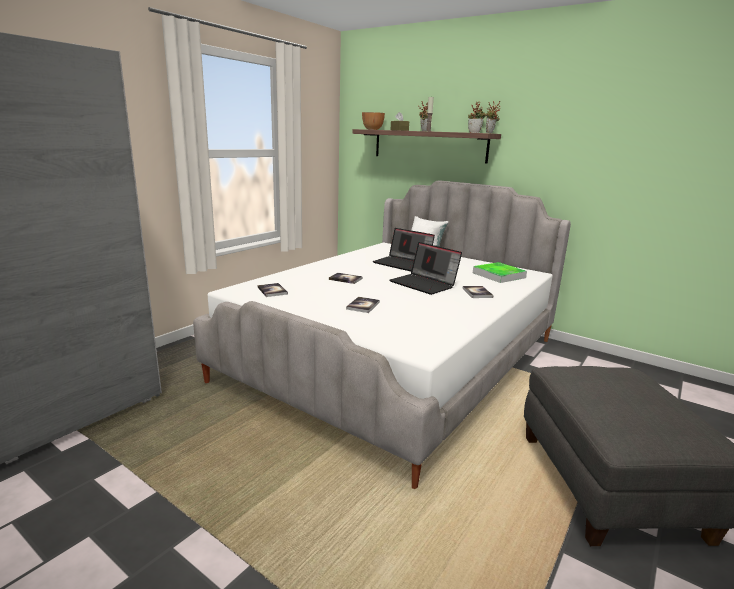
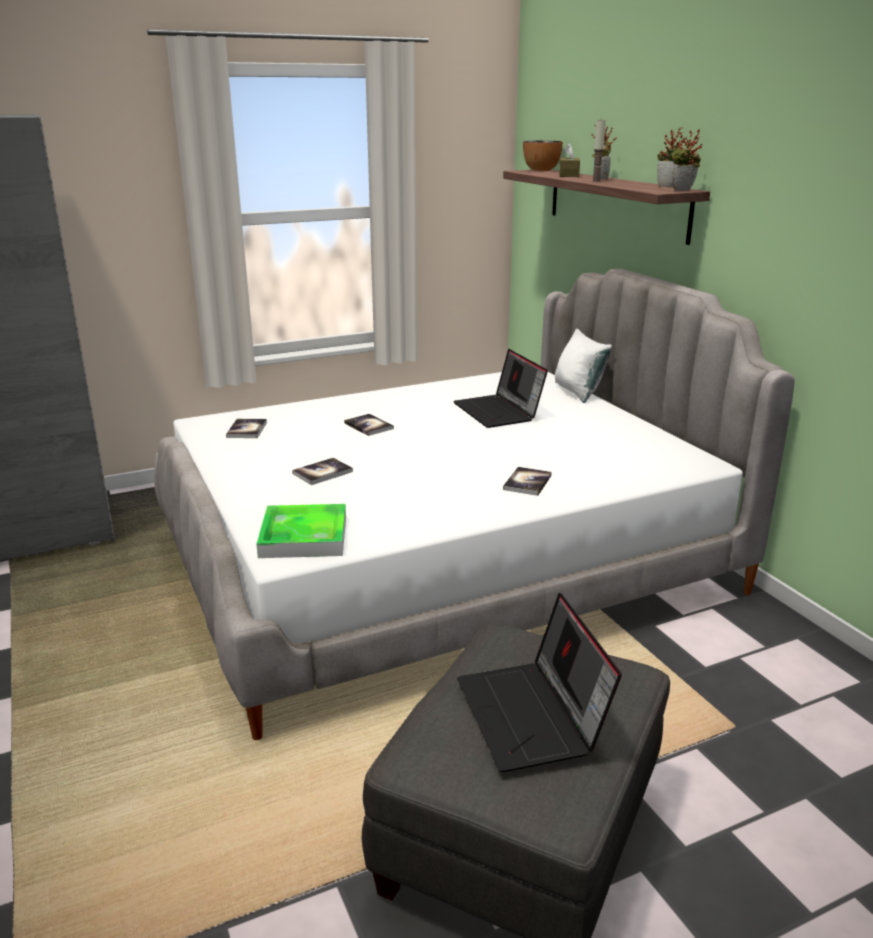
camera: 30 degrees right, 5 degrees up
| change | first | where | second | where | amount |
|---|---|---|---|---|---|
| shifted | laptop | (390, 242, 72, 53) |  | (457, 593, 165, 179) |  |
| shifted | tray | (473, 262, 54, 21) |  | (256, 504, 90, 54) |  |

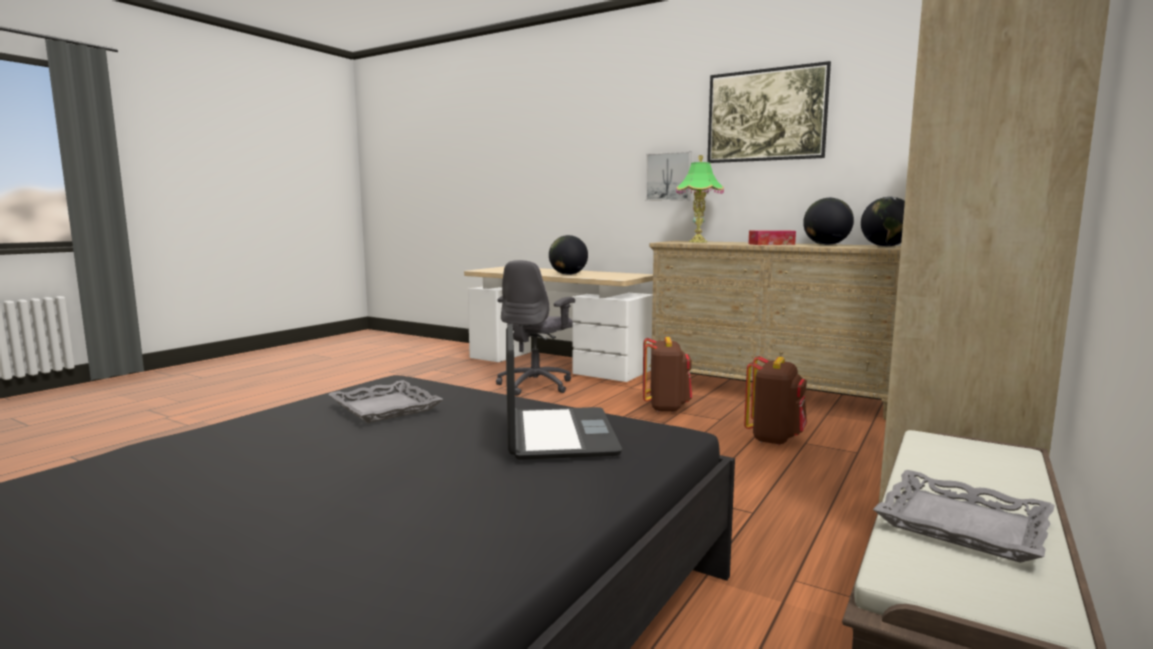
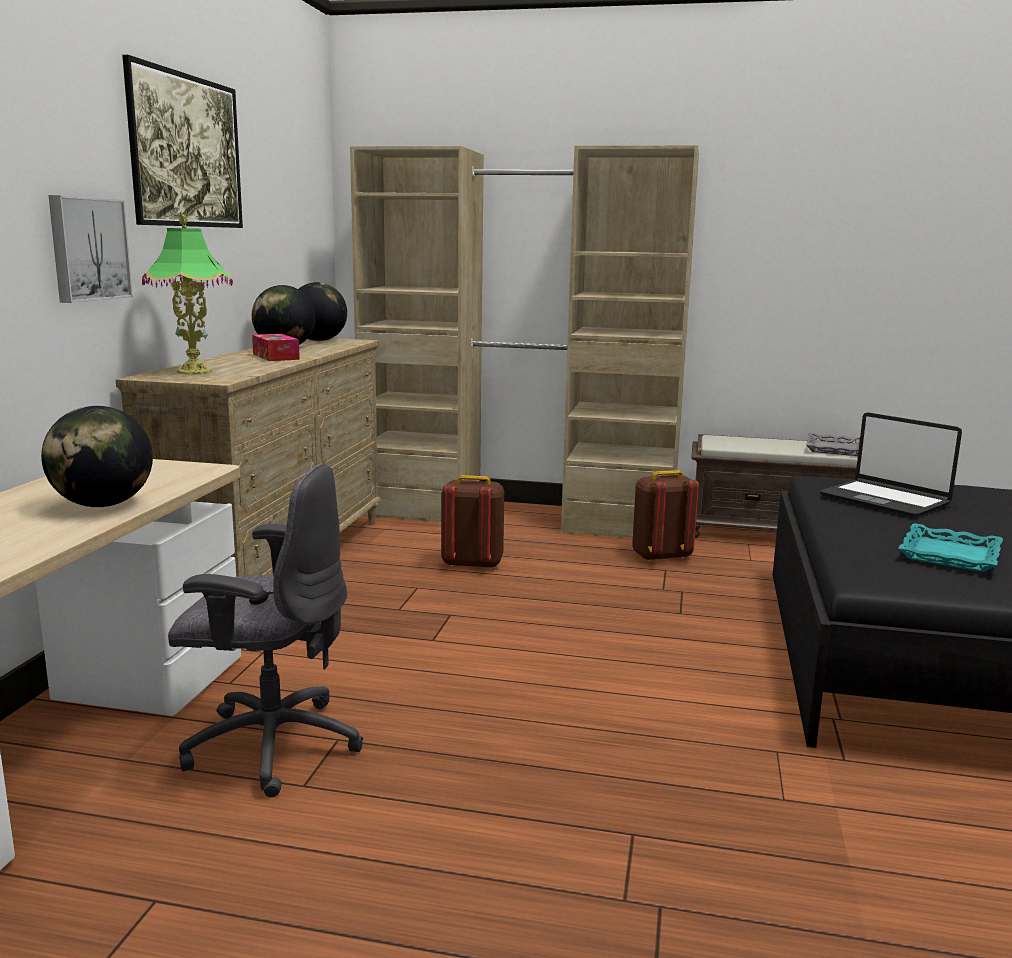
camera: 110 degrees left, 5 degrees up
| change | first | where | second | where | amount |
|---|---|---|---|---|---|
| repainted | grey tray | (328, 380, 115, 43) | turquoise tray | (899, 523, 104, 49) |  |
| rotated | laptop | (506, 324, 116, 136) |  | (820, 412, 142, 105) | 105 degrees counterclockwise |
| shifted | brown backpack | (643, 337, 49, 75) |  | (632, 470, 67, 91) |  |

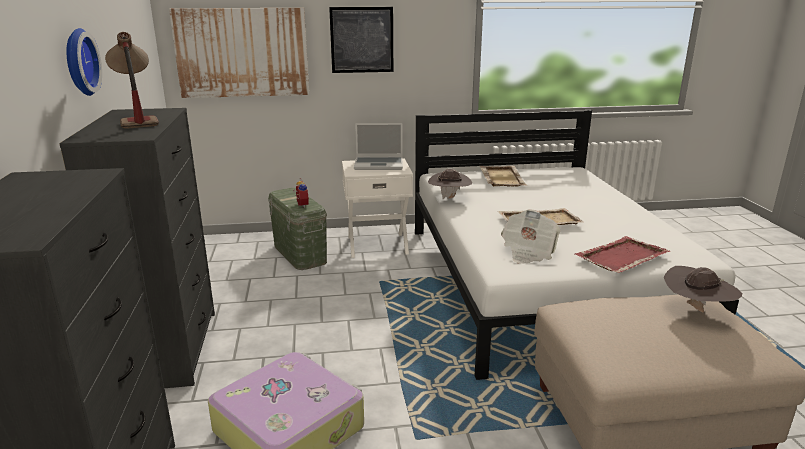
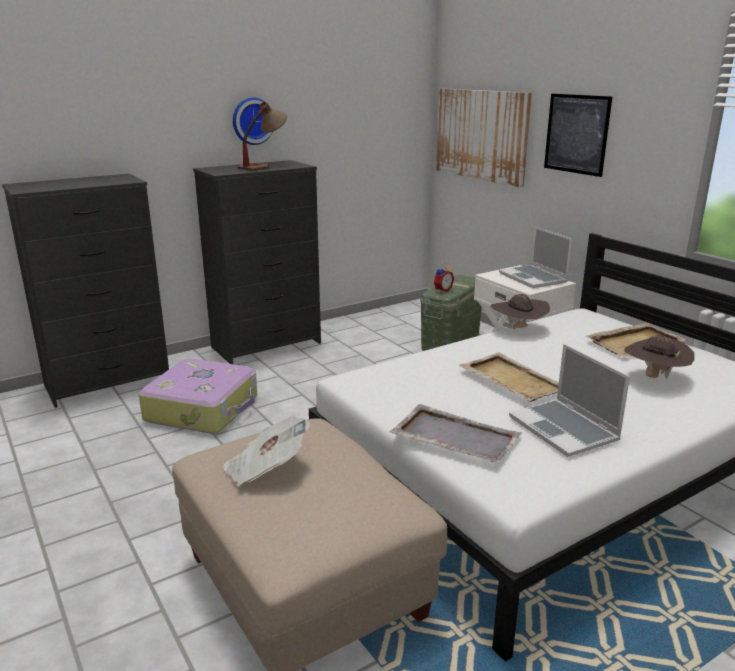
camera: 65 degrees right, 0 degrees up
| change | first | where | second | where | amount |
|---|---|---|---|---|---|
| shifted | newspaper | (501, 209, 59, 55) |  | (223, 416, 87, 71) |  |
| repainted | red tray | (575, 236, 95, 37) | grey tray | (389, 404, 133, 59) |  |
| shifted | brown hat | (664, 266, 78, 47) |  | (624, 335, 71, 44) |  |
| new |  |  | laptop | (509, 344, 121, 113) |  |

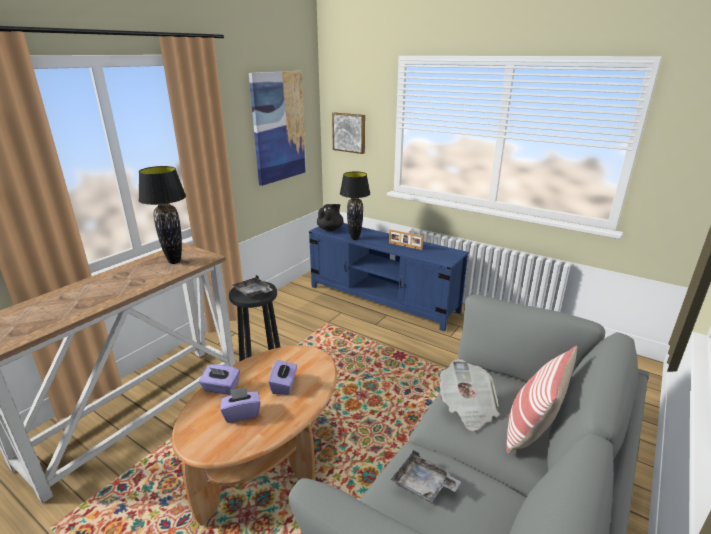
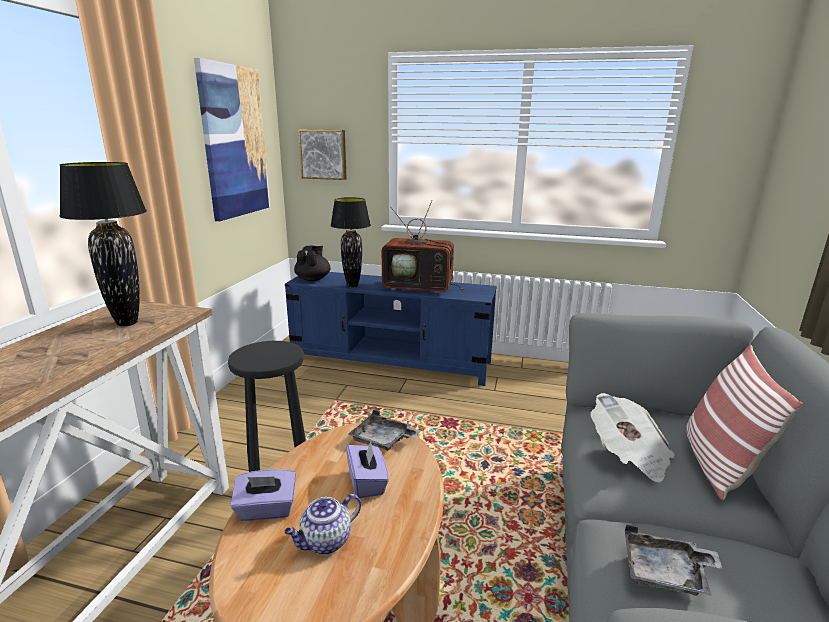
camera: 20 degrees left, 5 degrees down
| change | first | where | second | where | amount |
|---|---|---|---|---|---|
| swapped | purple tissue box | (221, 387, 40, 36) | teapot | (284, 494, 77, 60) |  |
| shifted | grey tray | (233, 275, 40, 22) |  | (348, 410, 73, 41) |  |
| swapped | picture frame | (389, 229, 34, 21) | television | (382, 200, 82, 94) |  |

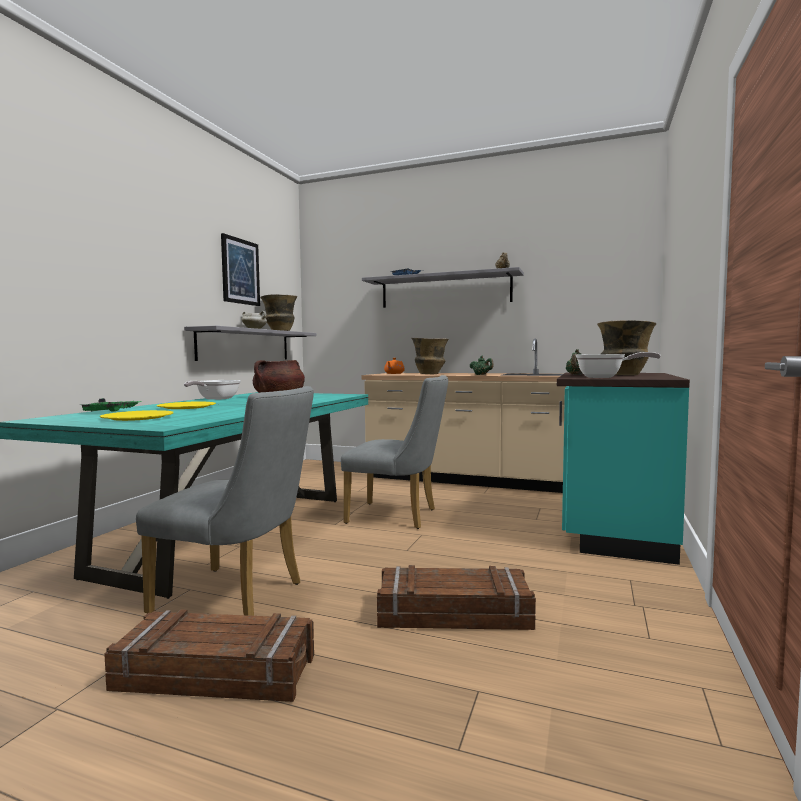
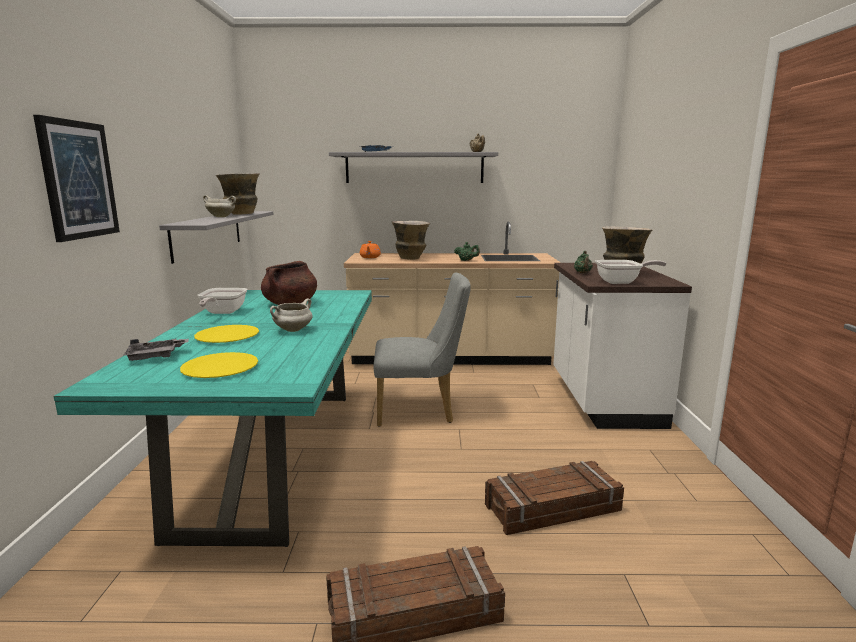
camera: 20 degrees left, 10 degrees up
| change | first | where | second | where | amount |
|---|---|---|---|---|---|
| repainted | green tray | (80, 398, 62, 13) | grey tray | (123, 339, 66, 22) |  |
| gone | grey chair | (136, 386, 178, 230) |  |  |  |
| shifted | picture | (221, 233, 39, 73) |  | (33, 115, 87, 127) |  |
| repainted | turquoise counter | (557, 373, 133, 192) | white counter | (553, 263, 139, 166) |  |
| new |  |  | white cooking pot | (270, 298, 43, 34) |  |

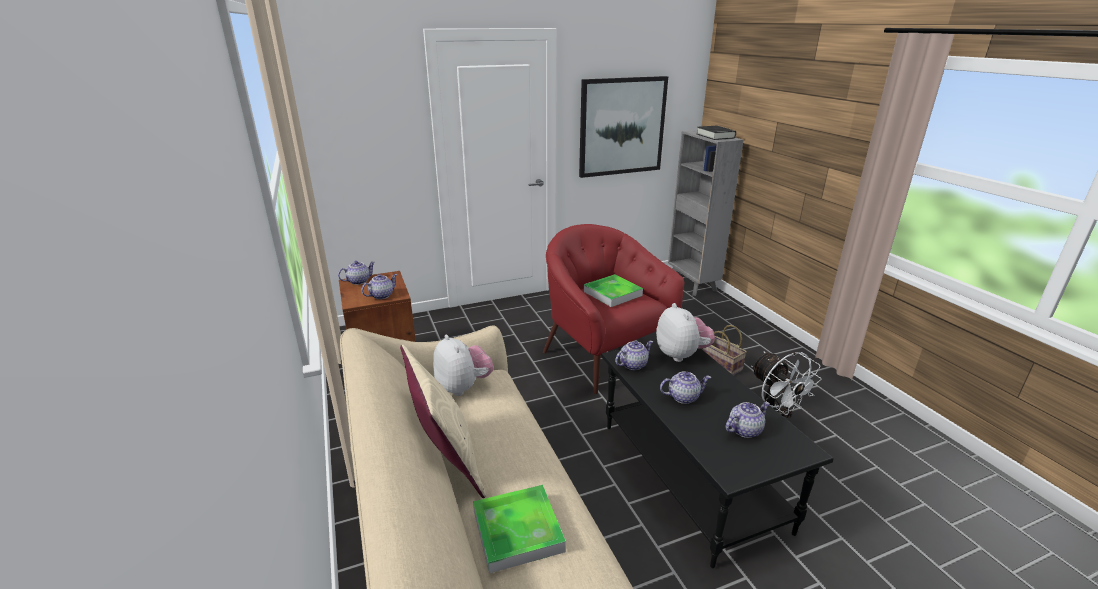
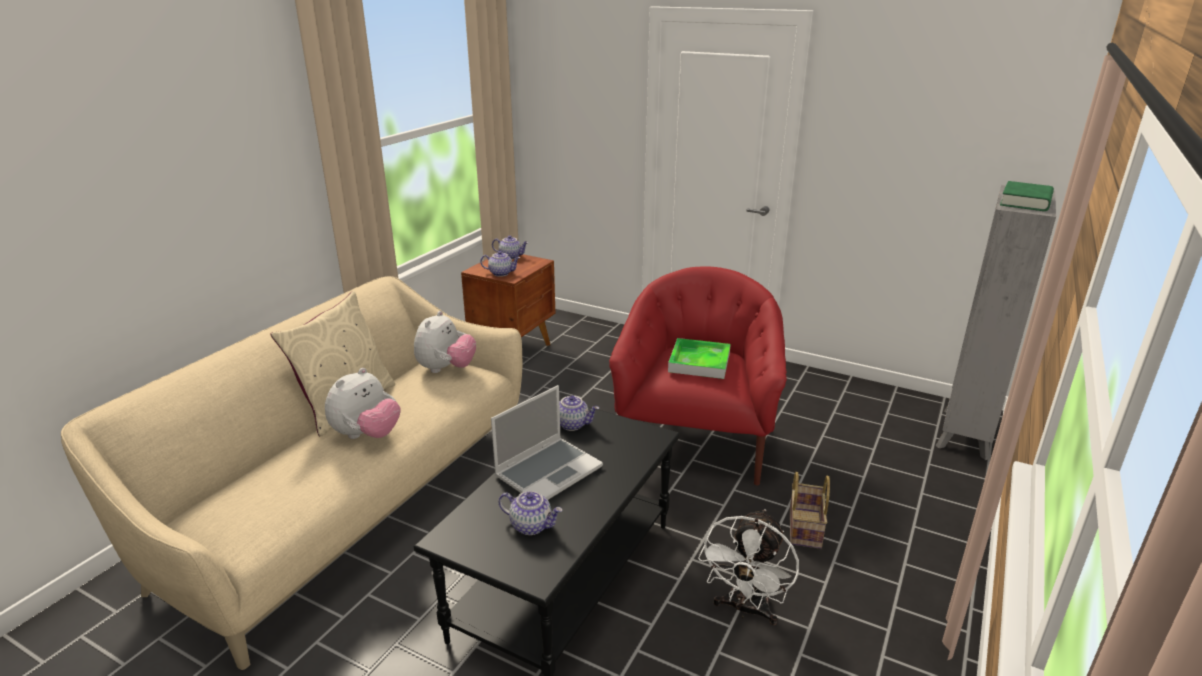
camera: 50 degrees right, 0 degrees up
| change | first | where | second | where | amount |
|---|---|---|---|---|---|
| gone | tray | (473, 485, 93, 88) |  |  |  |
| gone | picture | (579, 76, 89, 102) |  |  |  |
| shifted | plush toy | (656, 303, 59, 59) |  | (325, 368, 75, 71) |  |
| swapped | teapot | (660, 371, 51, 33) | laptop | (491, 385, 112, 115) |  |
| repainted | black book | (697, 126, 39, 14) | green book | (1000, 181, 54, 30) |  |

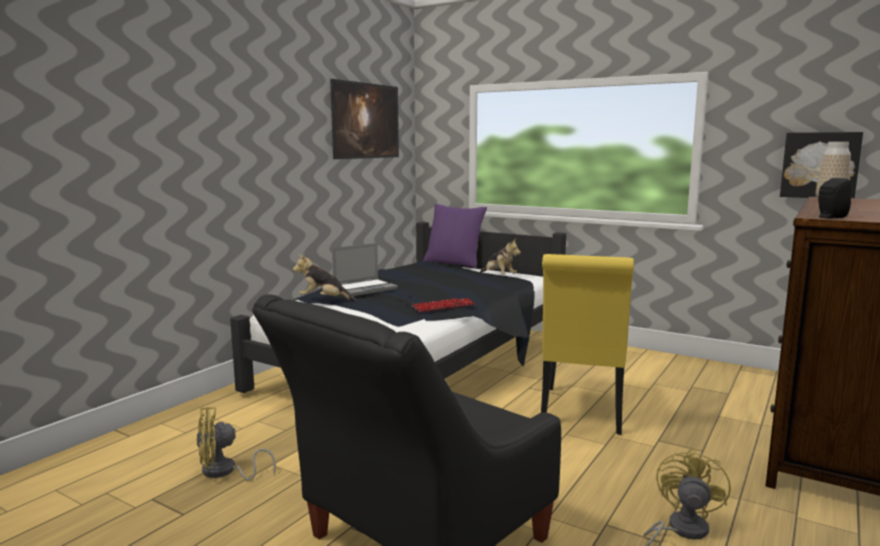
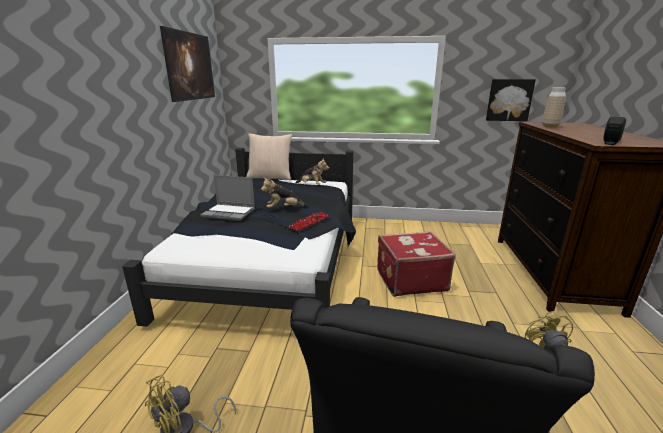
camera: 25 degrees left, 10 degrees up
| change | first | where | second | where | amount |
|---|---|---|---|---|---|
| shifted | plush toy | (293, 254, 64, 47) |  | (261, 177, 47, 31) |  |
| rotated | laptop | (332, 243, 66, 53) |  | (201, 175, 54, 46) | 75 degrees clockwise |
| repainted | purple pillow | (423, 204, 64, 64) | beige pillow | (246, 133, 46, 47) |  |
| swapped | yellow chair | (541, 254, 93, 181) | red suitcase | (377, 231, 79, 66) |  |

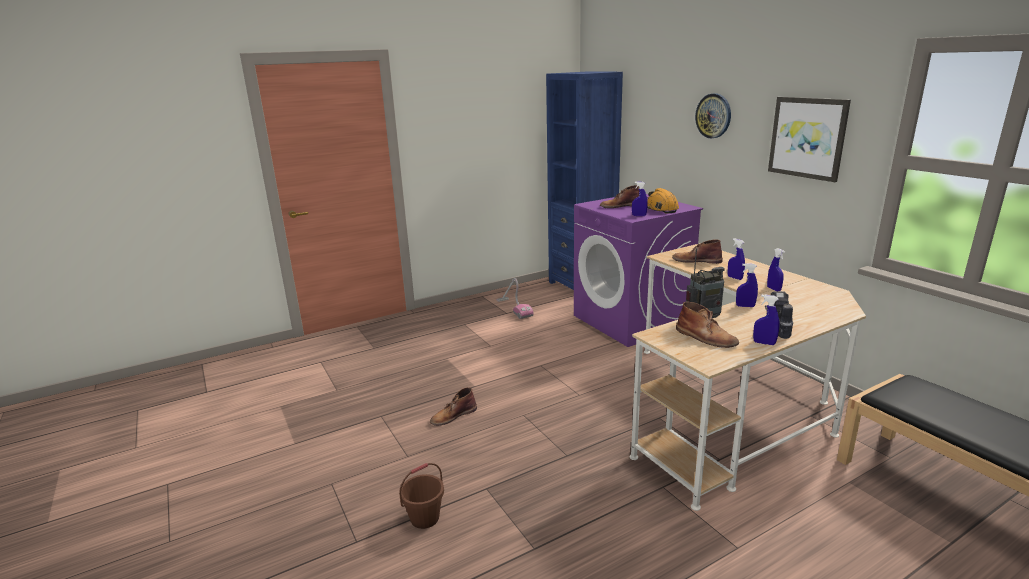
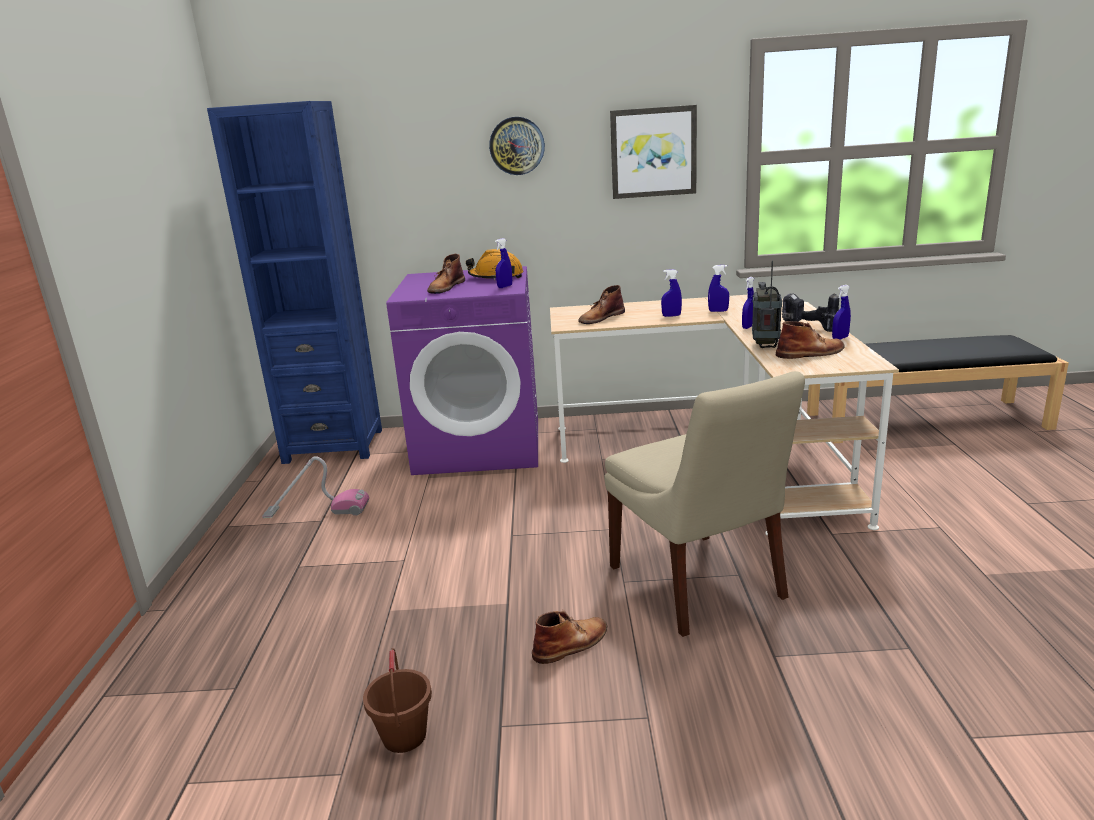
camera: 60 degrees left, 0 degrees up
| change | first | where | second | where | amount |
|---|---|---|---|---|---|
| shifted | brown bucket | (399, 463, 45, 66) |  | (363, 648, 69, 105) |  |
| rotated | brown boot | (430, 387, 47, 39) |  | (532, 610, 75, 54) | 120 degrees counterclockwise |
| new |  |  | beige chair | (604, 371, 201, 266) |  |

